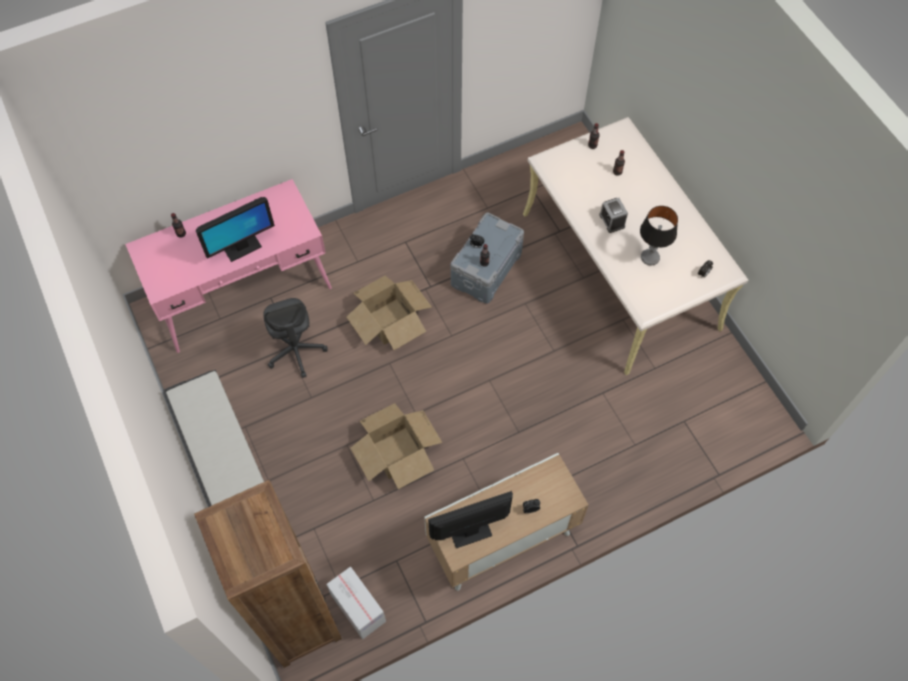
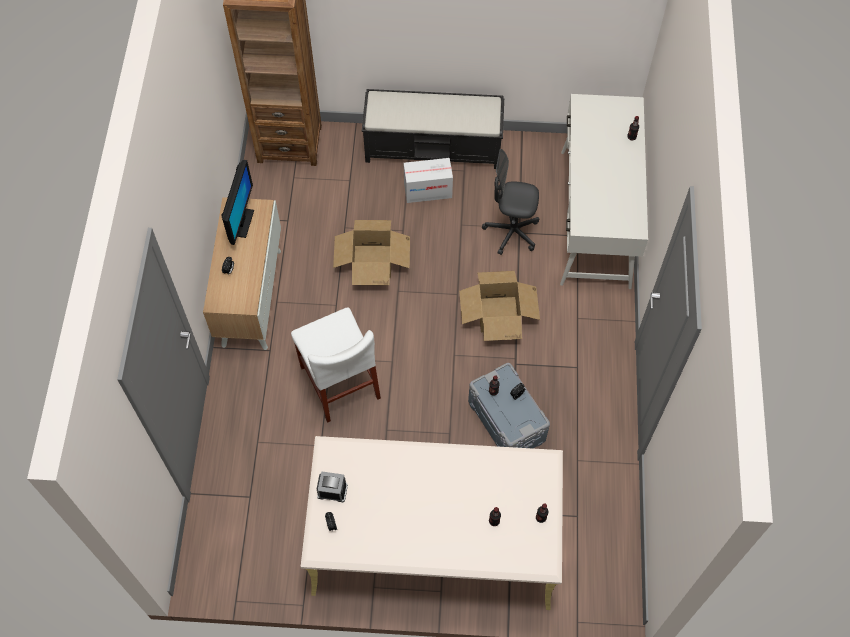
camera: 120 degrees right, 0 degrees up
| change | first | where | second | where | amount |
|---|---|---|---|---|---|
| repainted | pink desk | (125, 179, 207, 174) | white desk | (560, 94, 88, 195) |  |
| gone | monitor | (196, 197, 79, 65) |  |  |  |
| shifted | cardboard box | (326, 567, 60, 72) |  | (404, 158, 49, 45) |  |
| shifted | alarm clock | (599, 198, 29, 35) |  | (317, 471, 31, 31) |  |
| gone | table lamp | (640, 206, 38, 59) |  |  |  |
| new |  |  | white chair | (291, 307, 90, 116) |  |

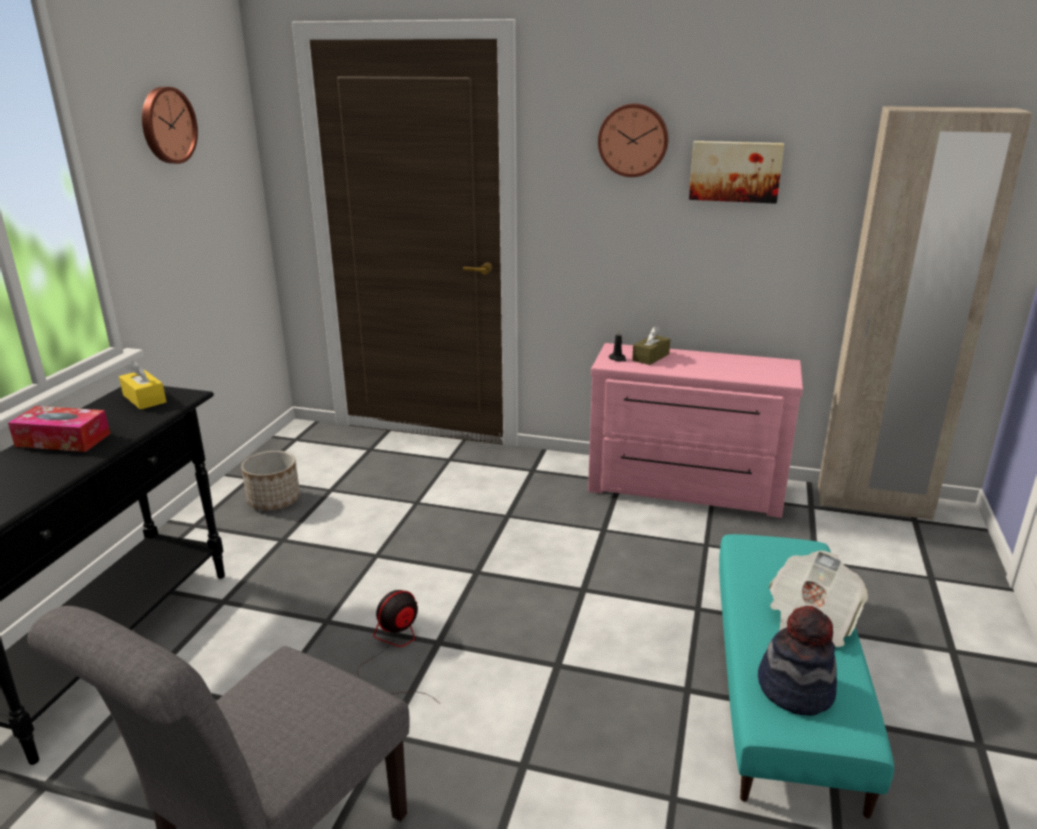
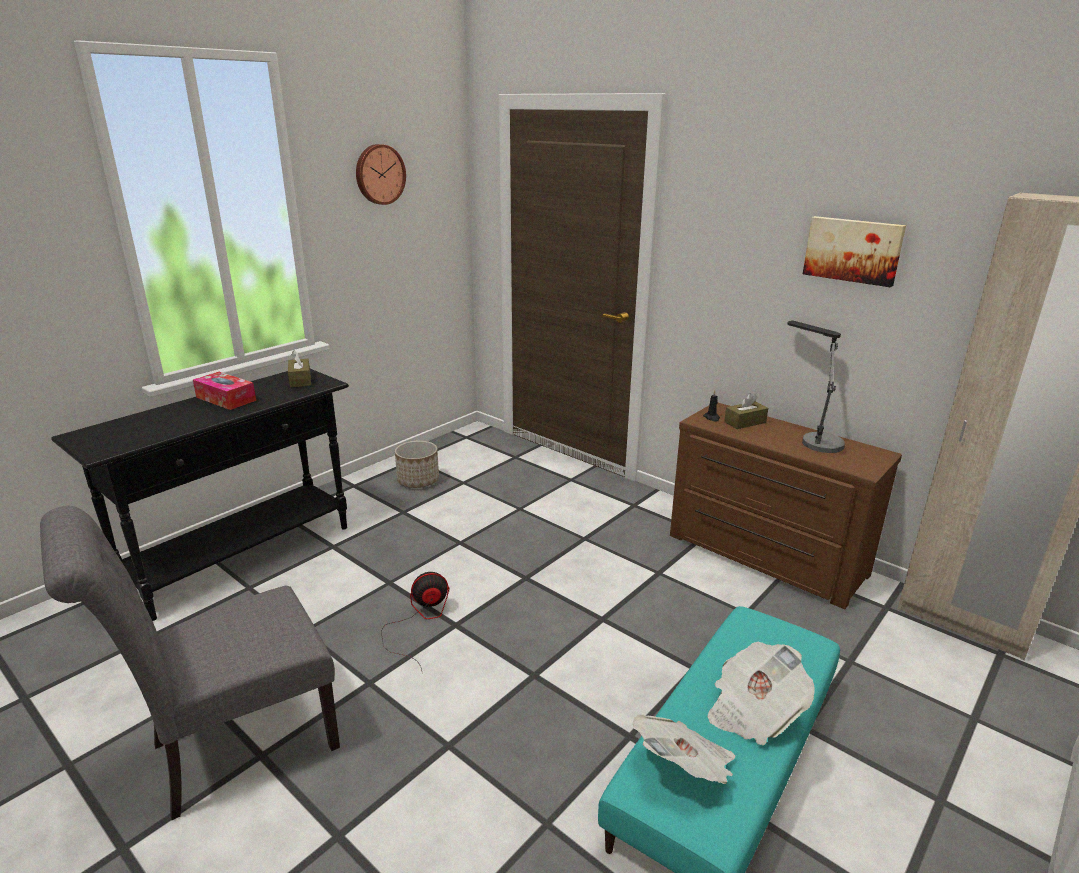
camera: 25 degrees right, 0 degrees up
| change | first | where | second | where | amount |
|---|---|---|---|---|---|
| repainted | yellow tissue box | (119, 360, 47, 50) | brown tissue box | (288, 350, 23, 37) |  |
| repainted | pink dresser | (588, 343, 215, 175) | brown dresser | (670, 403, 232, 206) |  |
| gone | wall clock | (598, 103, 71, 74) |  |  |  |
| swapped | hat | (758, 606, 79, 110) | newspaper | (632, 715, 103, 69) |  |
| new |  |  | table lamp | (787, 321, 58, 132) |  |

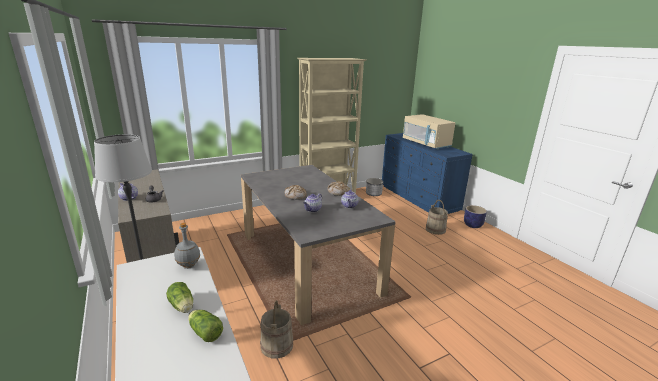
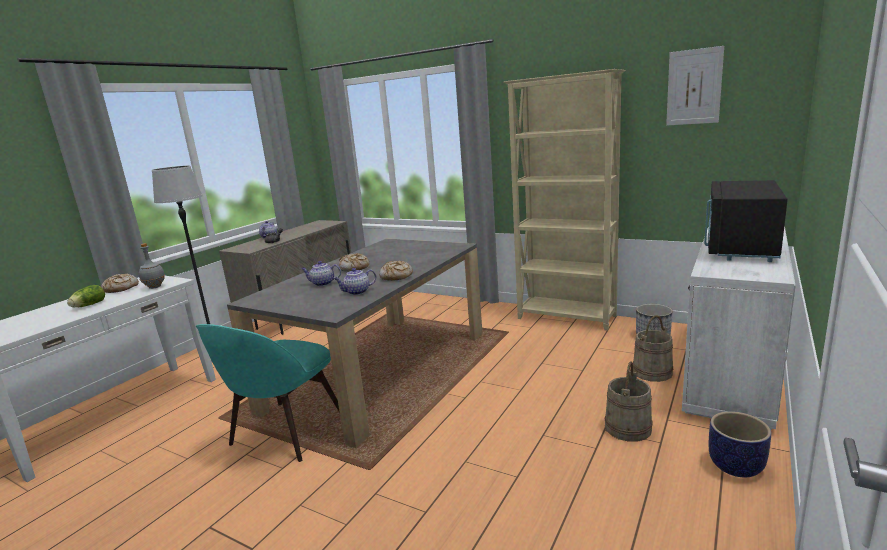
camera: 60 degrees right, 5 degrees down
| change | first | where | second | where | amount |
|---|---|---|---|---|---|
| gone | lettuce | (188, 310, 35, 32) |  |  |  |
| shifted | beige bucket | (260, 300, 34, 59) |  | (633, 315, 40, 67) |  |
| repainted | blue dresser | (382, 133, 91, 81) | white dresser | (682, 226, 114, 204) |  |
| repainted | beige microwave | (403, 114, 52, 36) | black microwave | (704, 180, 84, 82) |  |
| new |  |  | bread | (101, 274, 38, 19) |  |
| new |  |  | turquoise chair | (196, 324, 144, 138) |  |
| new |  |  | picture | (666, 46, 58, 80) |  |

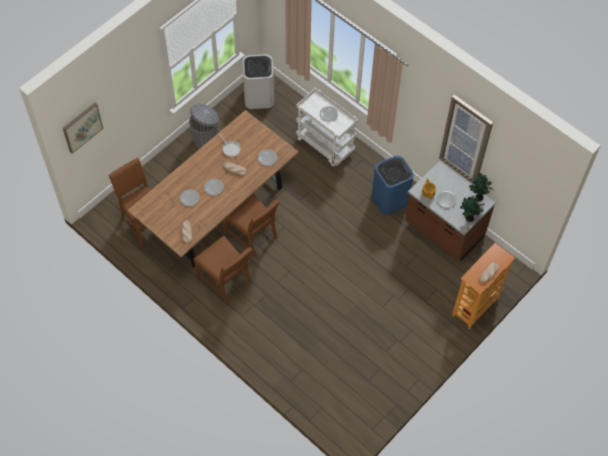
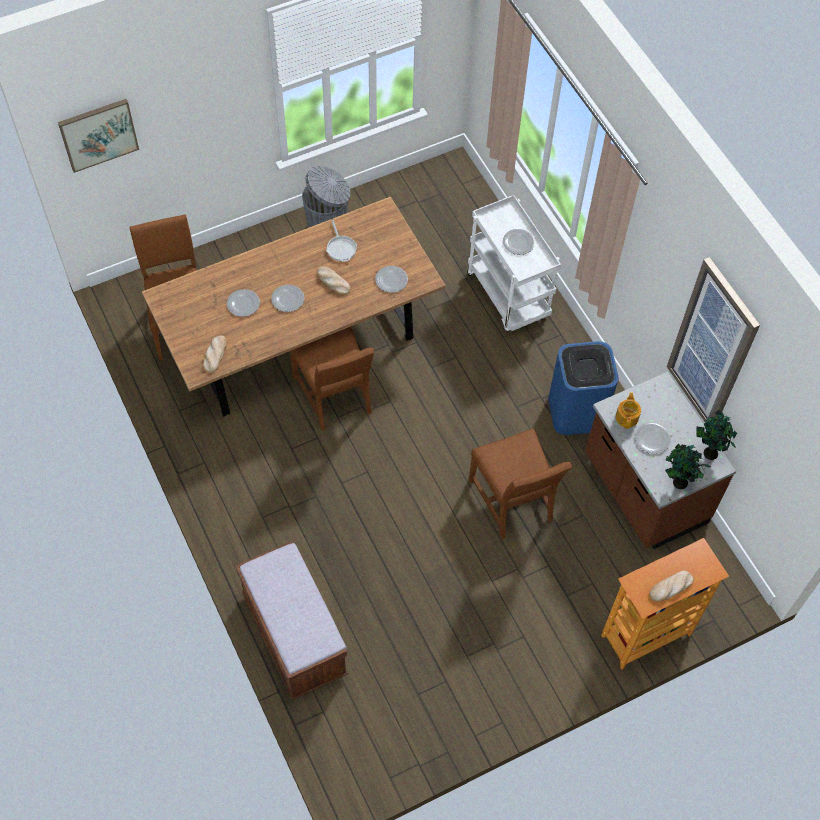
camera: 20 degrees right, 0 degrees up
| change | first | where | second | where | amount |
|---|---|---|---|---|---|
| shifted | brown chair | (193, 235, 59, 68) |  | (469, 429, 103, 110) |  |
| gone | white trash can | (242, 54, 32, 55) |  |  |  |
| new |  |  | brown bench | (235, 541, 114, 159) |  |

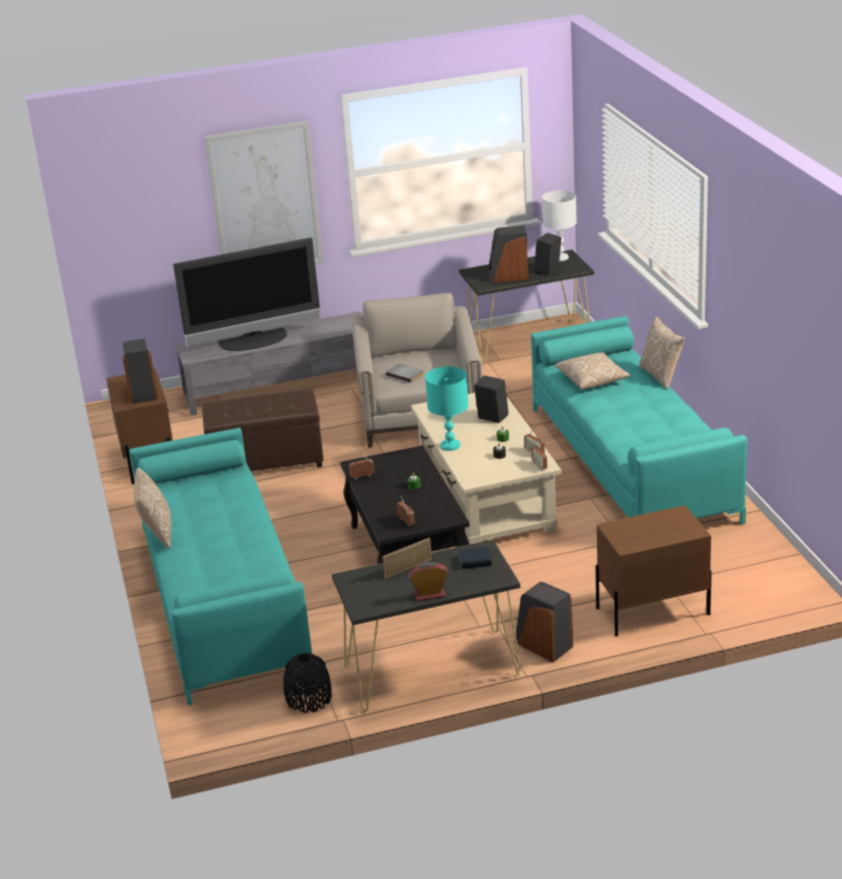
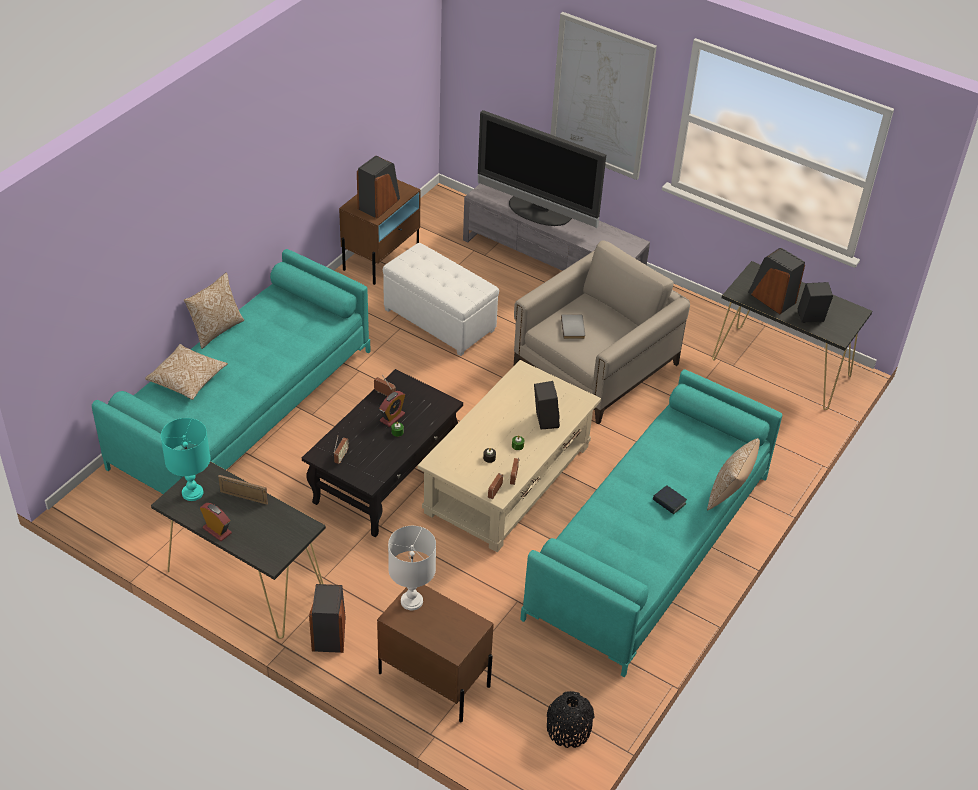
camera: 45 degrees right, 15 degrees up
| change | first | where | second | where | amount |
|---|---|---|---|---|---|
| repainted | brown ottoman | (202, 389, 122, 82) | white ottoman | (383, 243, 116, 113) |  |
| shifted | black vase | (283, 653, 48, 60) |  | (547, 691, 47, 57) |  |
| shifted | turquoise table lamp | (425, 366, 43, 85) |  | (161, 418, 49, 83) |  |
| shifted | book | (459, 547, 33, 22) |  | (653, 485, 34, 29) |  |
| shifted | white table lamp | (542, 190, 35, 71) |  | (388, 526, 48, 84) |  |
| shifted | pillow | (555, 352, 76, 37) |  | (145, 344, 83, 56) |  |
| new |  |  | alarm clock | (379, 391, 26, 36) |  |

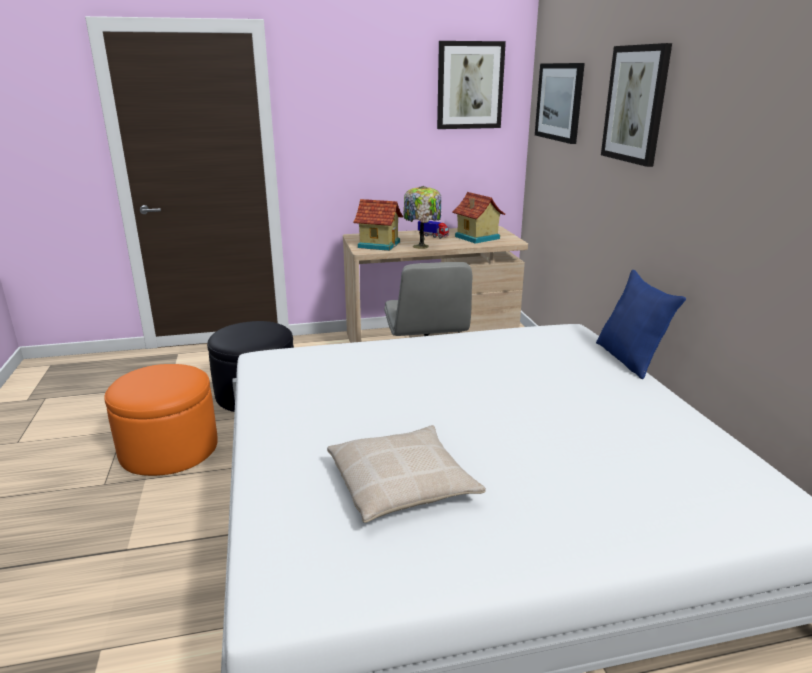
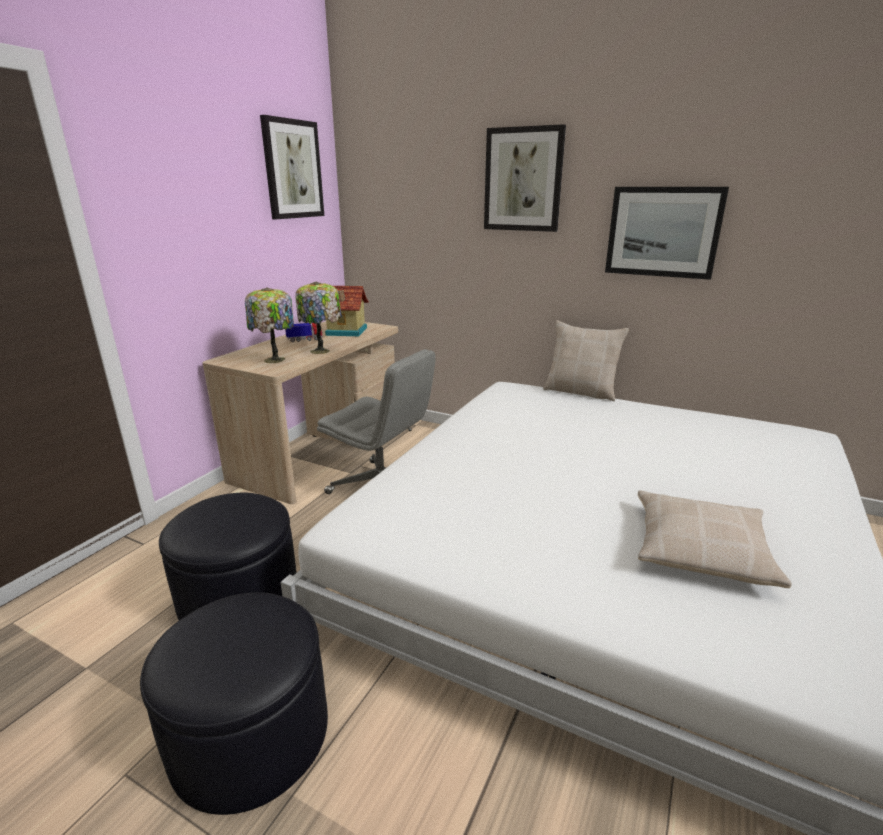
camera: 50 degrees left, 0 degrees up
| change | first | where | second | where | amount |
|---|---|---|---|---|---|
| repainted | orange ottoman | (104, 364, 114, 112) | black ottoman | (140, 593, 188, 222) |  |
| swapped | toy house | (353, 199, 50, 52) | table lamp | (245, 287, 49, 76) |  |
| shifted | picture | (535, 63, 50, 81) |  | (605, 187, 124, 93) |  |
| repainted | blue pillow | (596, 270, 90, 109) | beige pillow | (543, 320, 86, 81) |  |

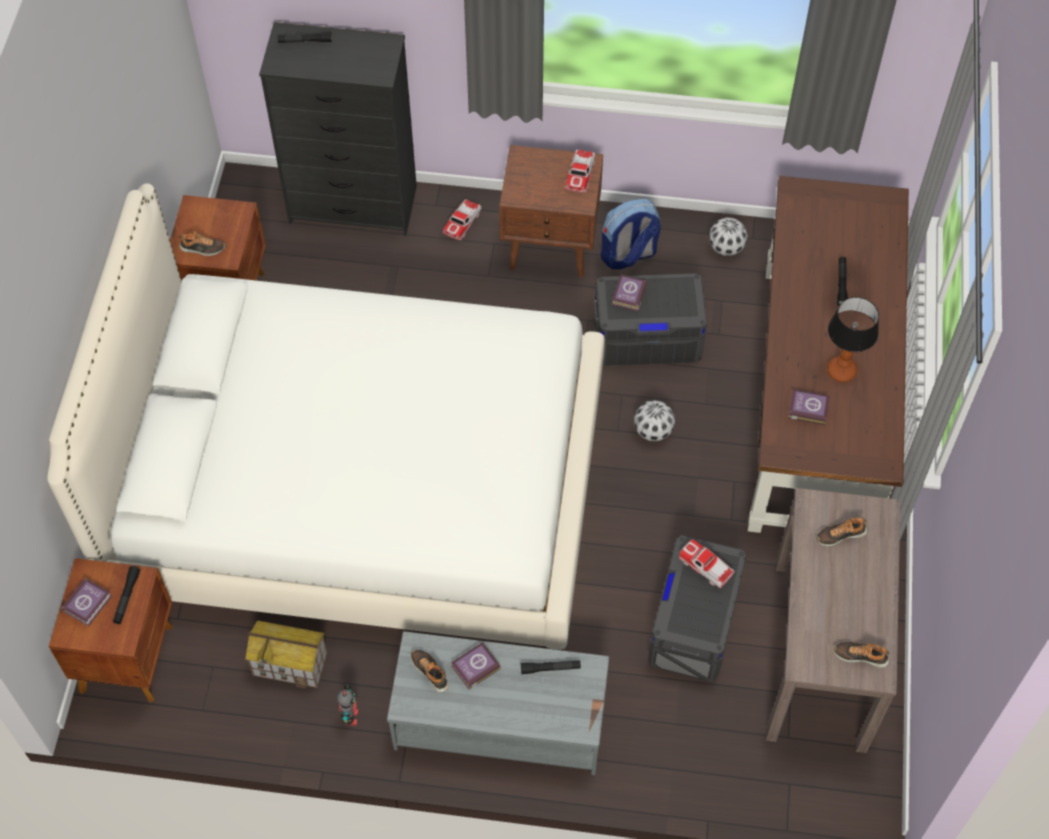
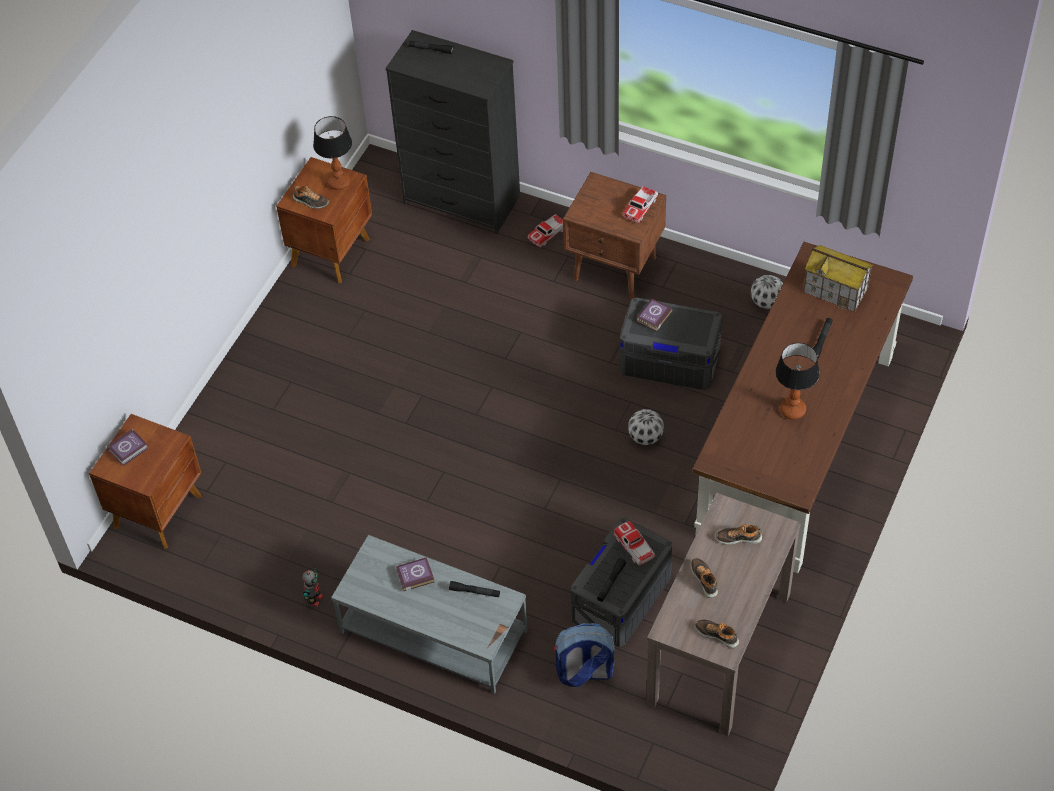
camera: 20 degrees right, 5 degrees down
| change | first | where | second | where | amount |
|---|---|---|---|---|---|
| gone | white bed | (47, 183, 558, 467) |  |  |  |
| shifted | black flashlight | (113, 566, 27, 58) |  | (597, 558, 30, 44) |  |
| shifted | toy house | (245, 620, 83, 68) |  | (803, 245, 70, 67) |  |
| shifted | shoe | (411, 650, 38, 43) |  | (691, 558, 27, 40) |  |
| shifted | backpack | (601, 199, 60, 70) |  | (554, 623, 60, 64) |  |
| gone | book | (788, 389, 42, 36) |  |  |  |
| new |  |  | table lamp | (313, 116, 39, 74) |  |

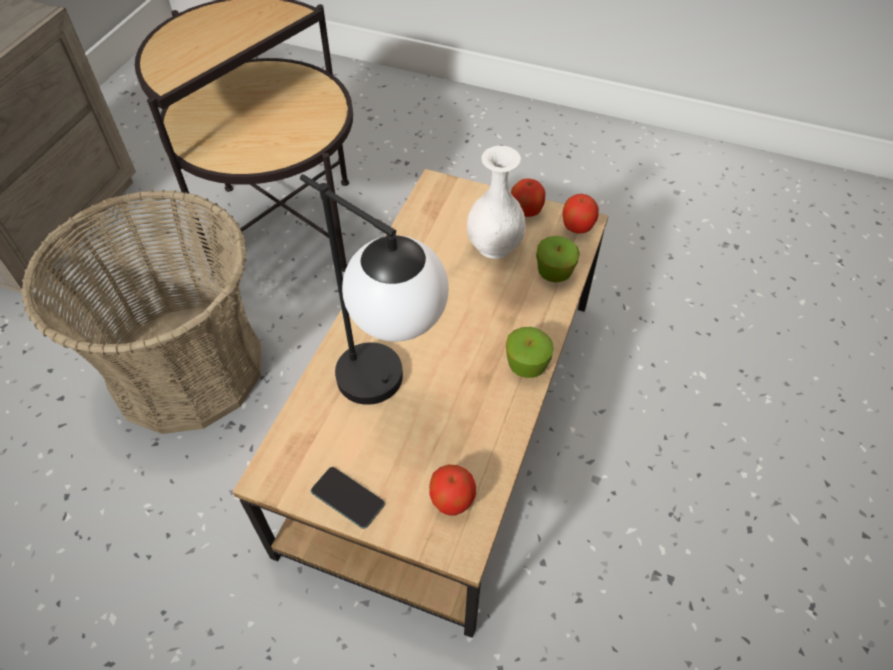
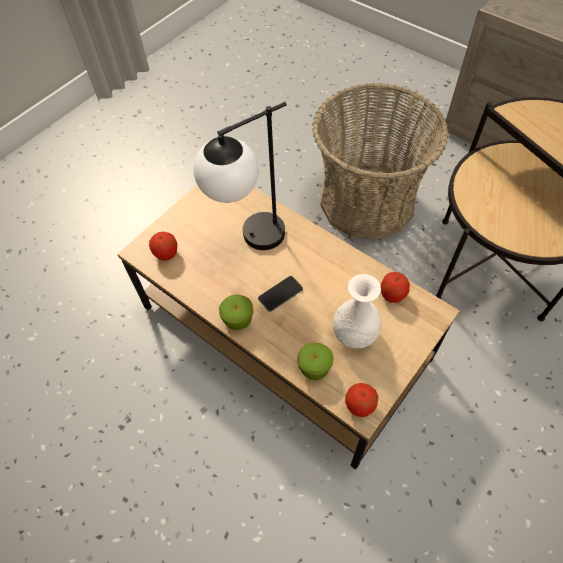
camera: 110 degrees right, 5 degrees up
| change | first | where | second | where | amount |
|---|---|---|---|---|---|
| shifted | phone | (311, 467, 74, 62) |  | (258, 276, 45, 36) |  |
| shifted | apple | (511, 178, 35, 39) |  | (381, 272, 29, 31) |  |

